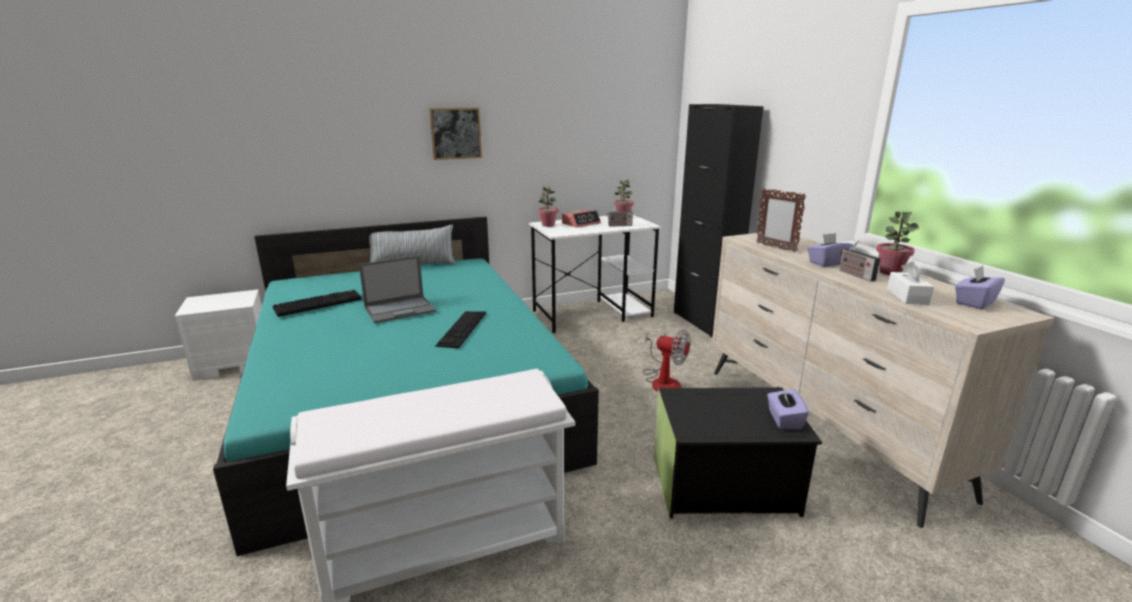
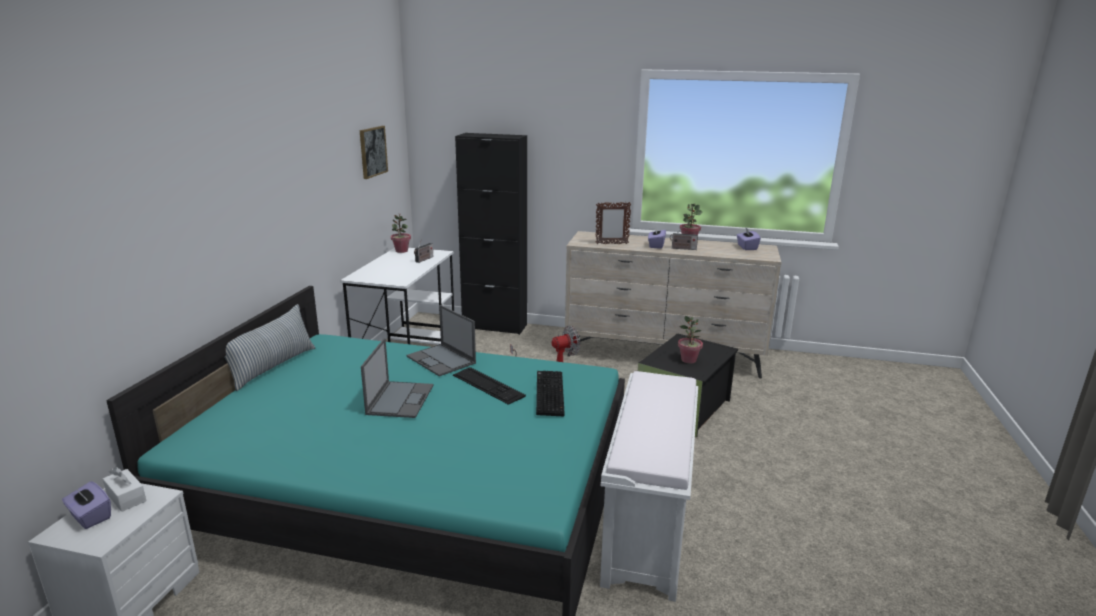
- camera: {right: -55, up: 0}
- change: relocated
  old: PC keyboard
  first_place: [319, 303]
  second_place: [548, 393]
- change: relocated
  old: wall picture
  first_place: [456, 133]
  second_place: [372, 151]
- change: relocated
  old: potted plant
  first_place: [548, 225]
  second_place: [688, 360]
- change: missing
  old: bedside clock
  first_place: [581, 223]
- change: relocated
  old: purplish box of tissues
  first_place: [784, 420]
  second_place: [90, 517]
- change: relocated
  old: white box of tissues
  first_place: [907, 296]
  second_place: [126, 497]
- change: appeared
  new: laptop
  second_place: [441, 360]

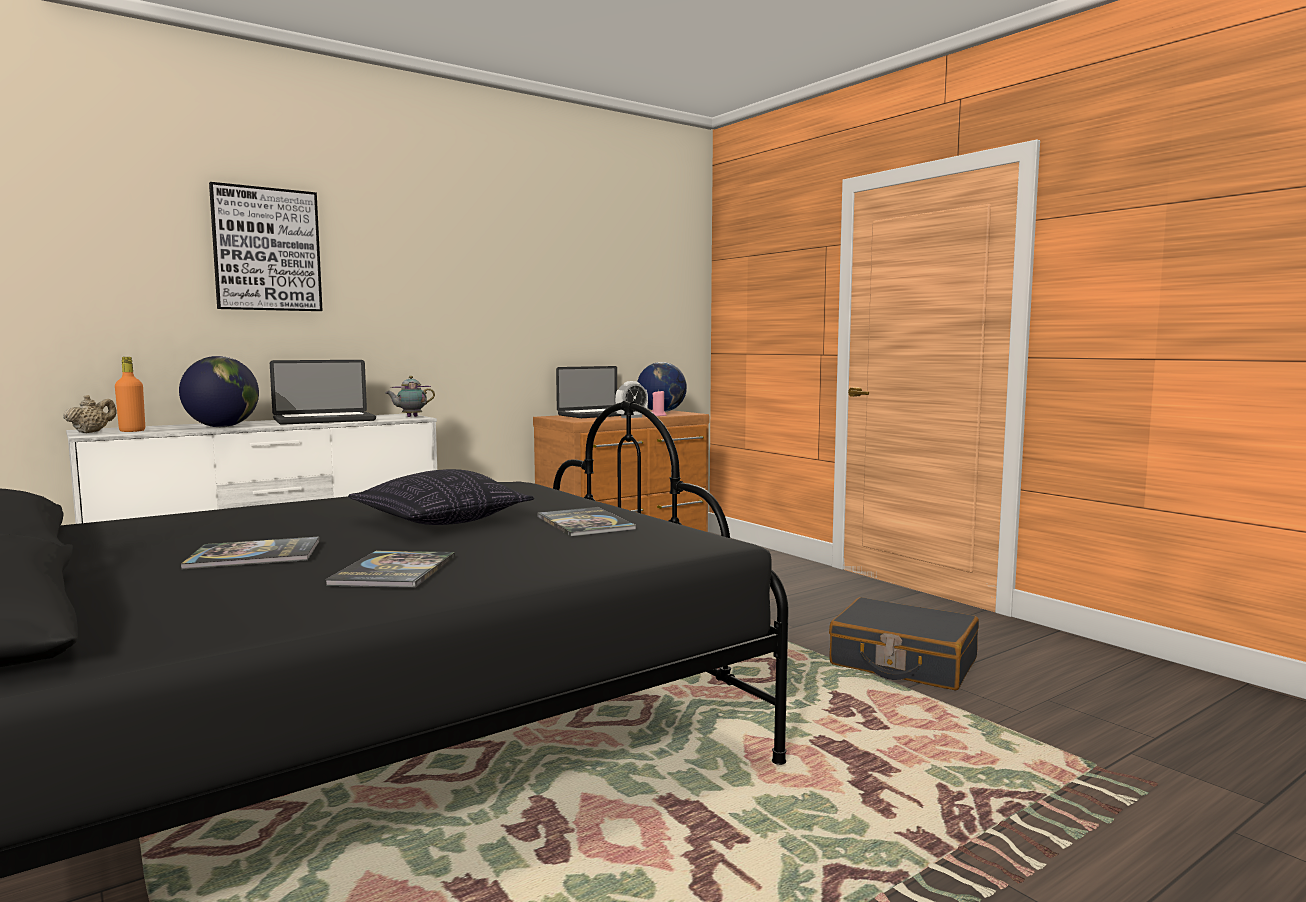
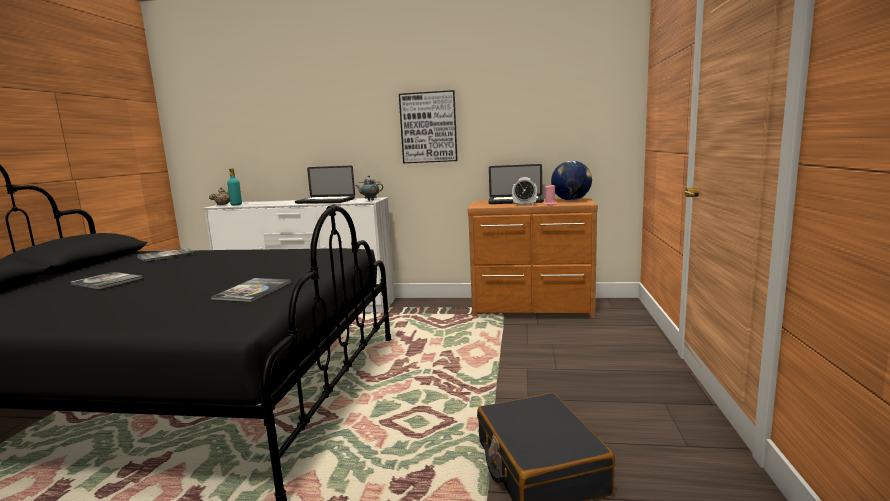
- camera: {right: 45, up: 5}
- change: colour
  old: orangey drink bottle
  new: blue-green drink bottle
  first_place: [132, 431]
  second_place: [236, 204]
- change: missing
  old: world globe
  first_place: [222, 427]
- change: relocated
  old: wall picture
  first_place: [267, 249]
  second_place: [428, 127]
- change: relocated
  old: book
  first_place: [394, 571]
  second_place: [166, 256]
- change: missing
  old: pillow
  first_place: [440, 522]

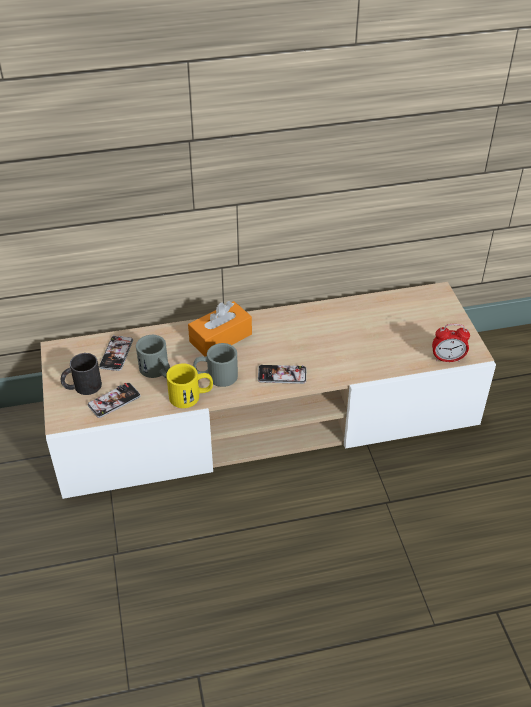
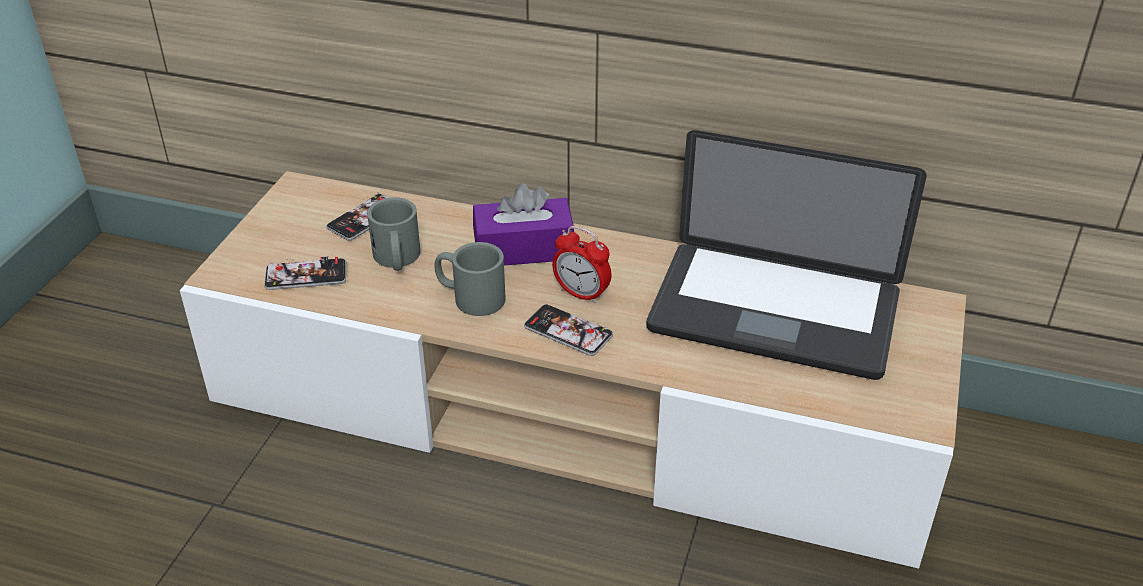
- camera: {right: 30, up: -5}
- change: missing
  old: black mug
  first_place: [82, 387]
- change: missing
  old: yellowish mug
  first_place: [191, 396]
- change: colour
  old: orangey box of tissues
  new: purplish box of tissues
  first_place: [220, 338]
  second_place: [523, 249]
- change: relocated
  old: bedside clock
  first_place: [447, 359]
  second_place: [581, 294]
- change: appeared
  new: laptop
  second_place: [774, 312]

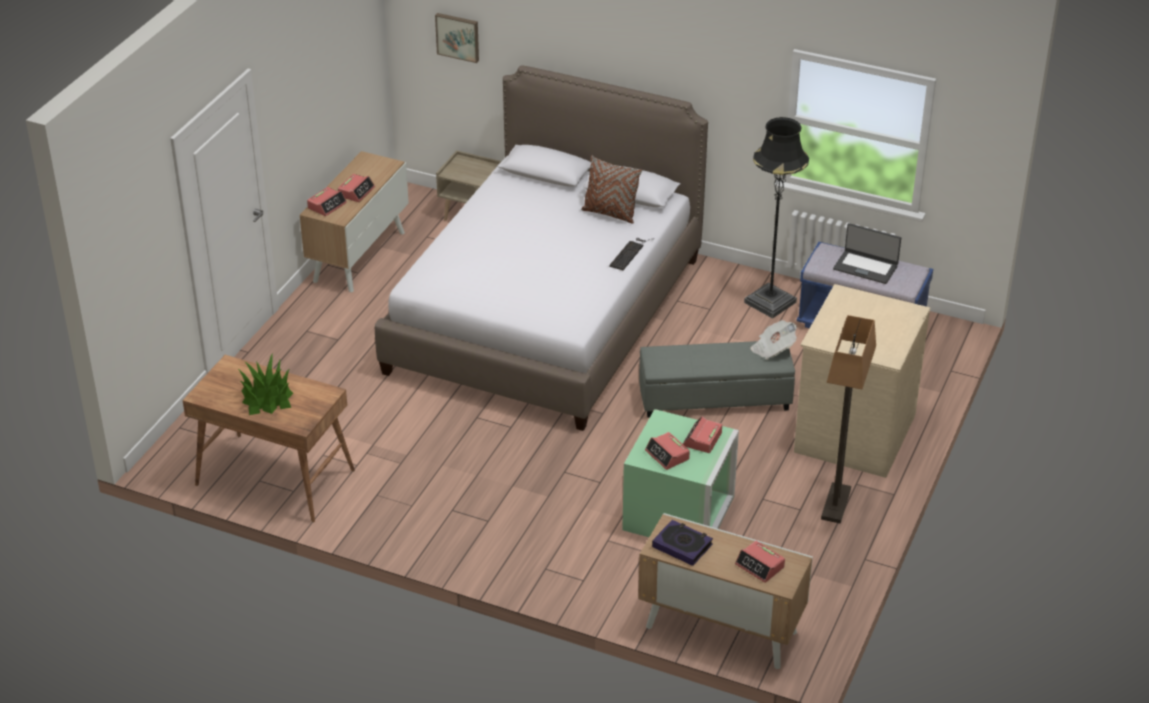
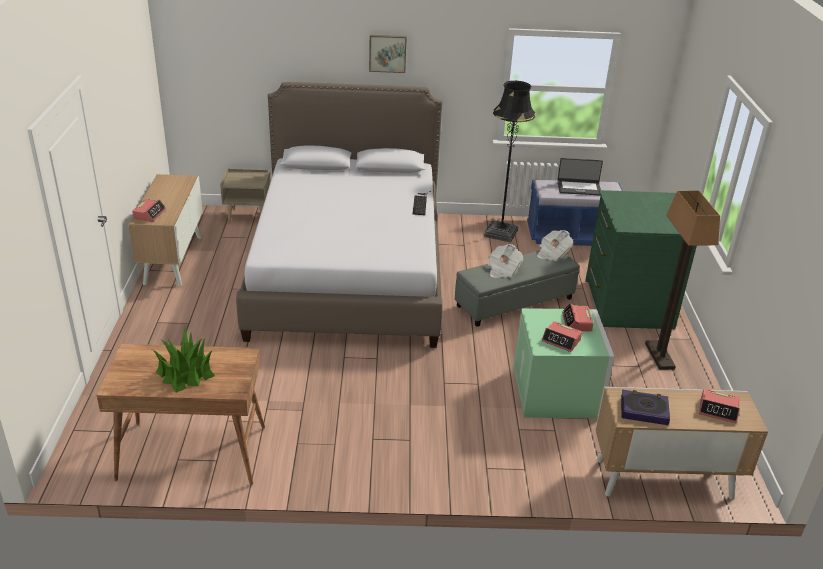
- camera: {right: -25, up: -5}
- change: missing
  old: bedside clock
  first_place: [356, 192]
- change: relocated
  old: wall picture
  first_place: [458, 36]
  second_place: [387, 53]
- change: missing
  old: brown-coloured pillow
  first_place: [610, 213]
- change: colour
  old: beige-coloured chest of drawers
  new: greenish chest of drawers
  first_place: [853, 433]
  second_place: [626, 304]
- change: appeared
  new: printed paper
  second_place: [503, 270]

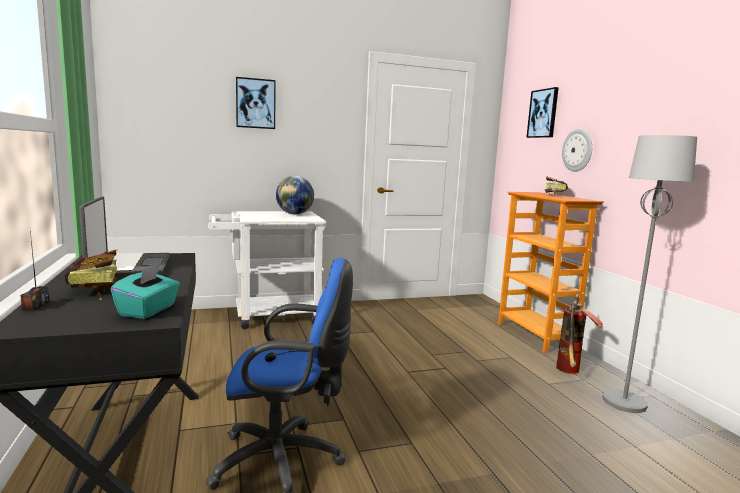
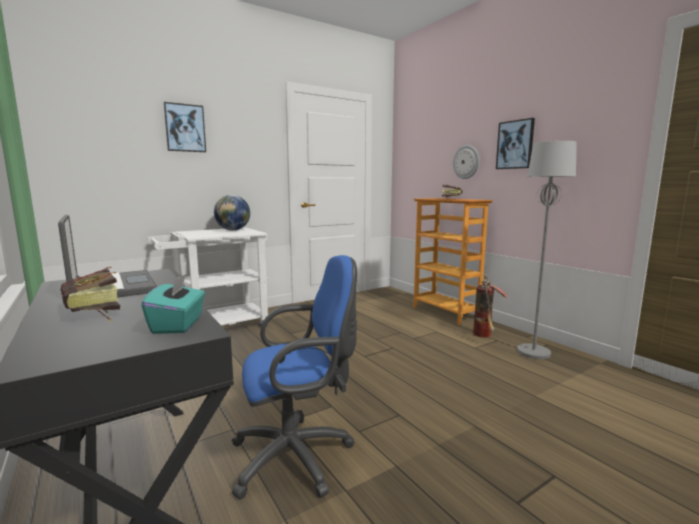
- camera: {right: -15, up: 0}
- change: missing
  old: radio set
  first_place: [35, 306]
- change: relocated
  old: wall picture
  first_place: [543, 113]
  second_place: [515, 144]

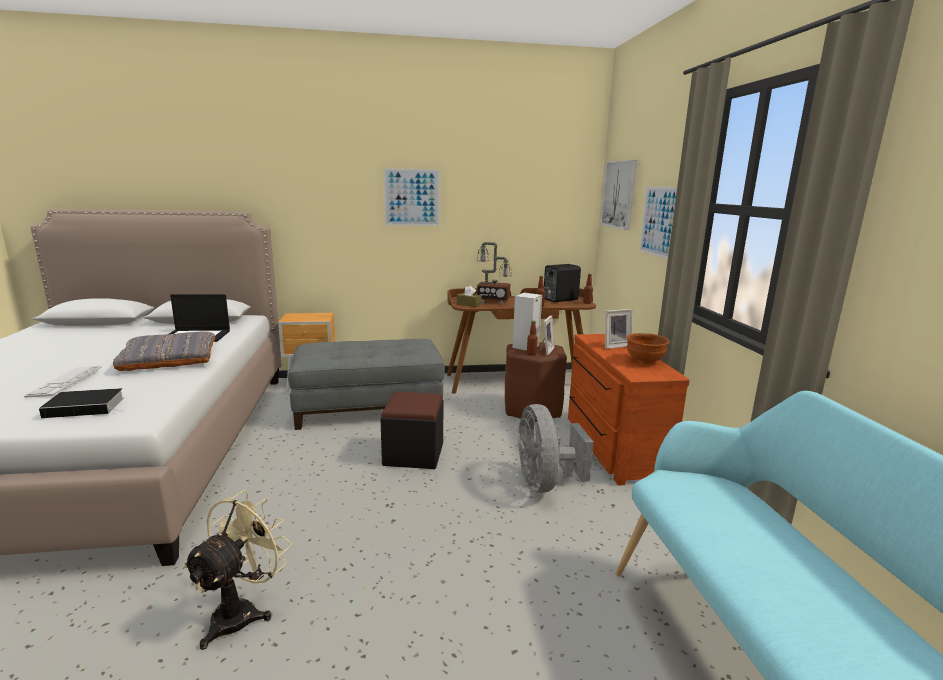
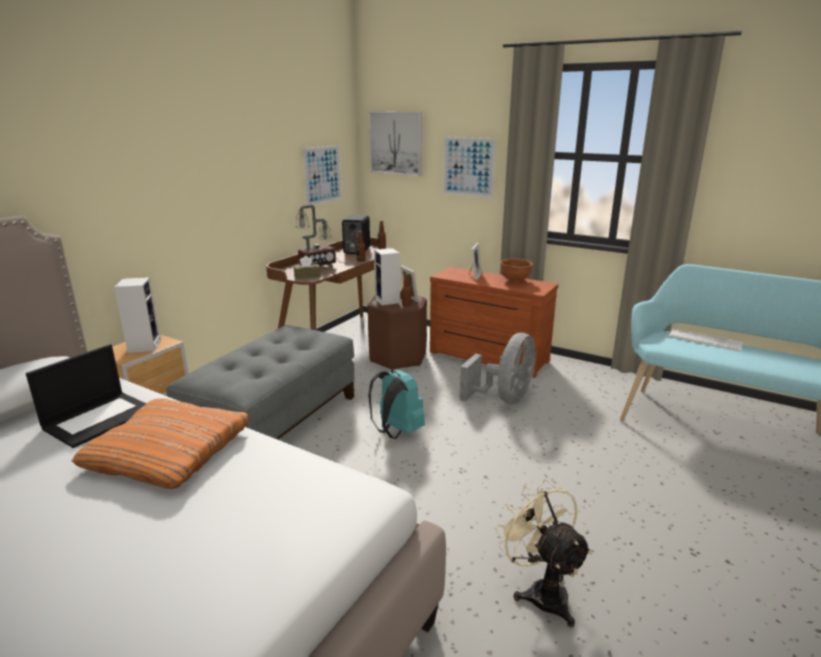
- camera: {right: -50, up: 5}
- change: relocated
  old: PC keyboard
  first_place: [66, 382]
  second_place: [705, 340]
- change: missing
  old: book
  first_place: [87, 407]
- change: colour
  old: gray pillow
  new: orangey pillow
  first_place: [169, 358]
  second_place: [168, 450]
- change: exchanged
  old: black footrest
  new: blue-green knapsack
  first_place: [413, 454]
  second_place: [396, 431]
- change: relocated
  old: wall picture
  first_place: [412, 197]
  second_place: [322, 175]
- change: spun
  old: gray fan
  first_place: [545, 483]
  second_place: [504, 399]
  degrees: -90
- change: appeared
  new: loudspeaker
  second_place: [144, 345]

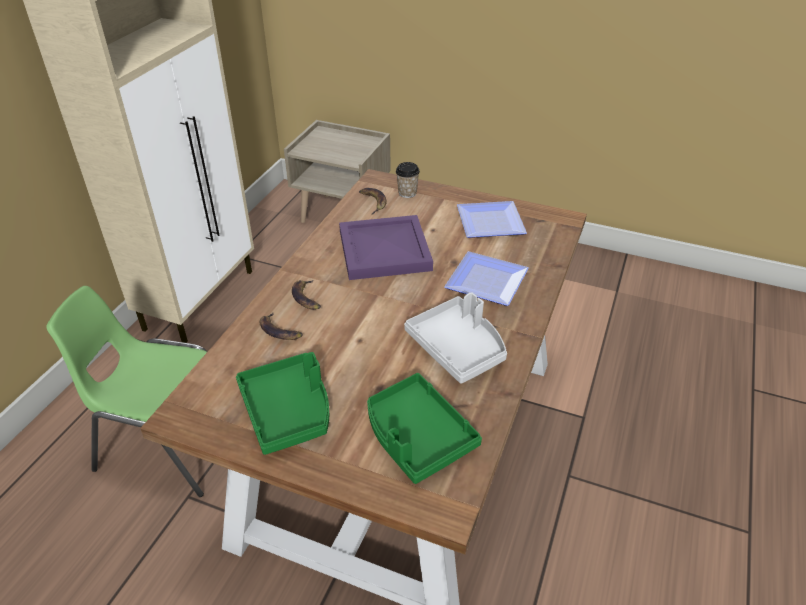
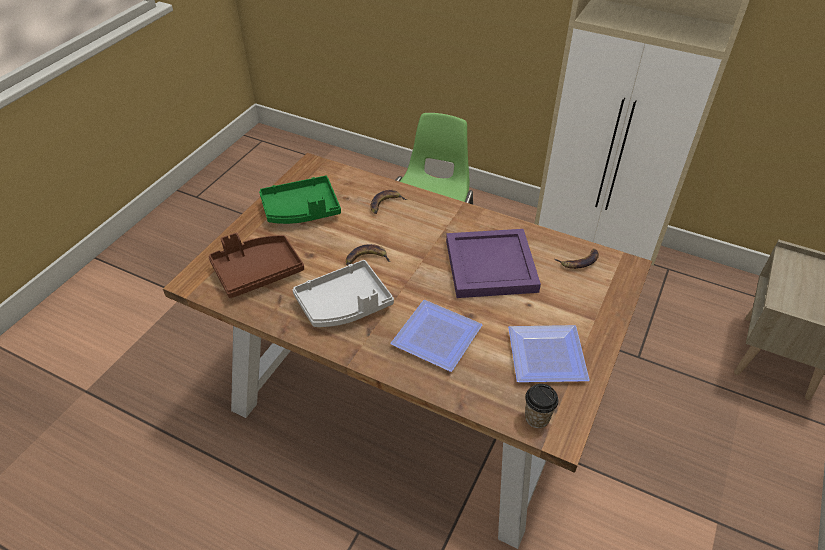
- camera: {right: 95, up: 5}
- change: relocated
  old: whole banana
  first_place: [307, 297]
  second_place: [366, 258]
- change: colour
  old: greenish carrying tray
  new: brown-coloured carrying tray
  first_place: [417, 436]
  second_place: [257, 271]
- change: relocated
  old: small cup
  first_place: [407, 193]
  second_place: [537, 418]

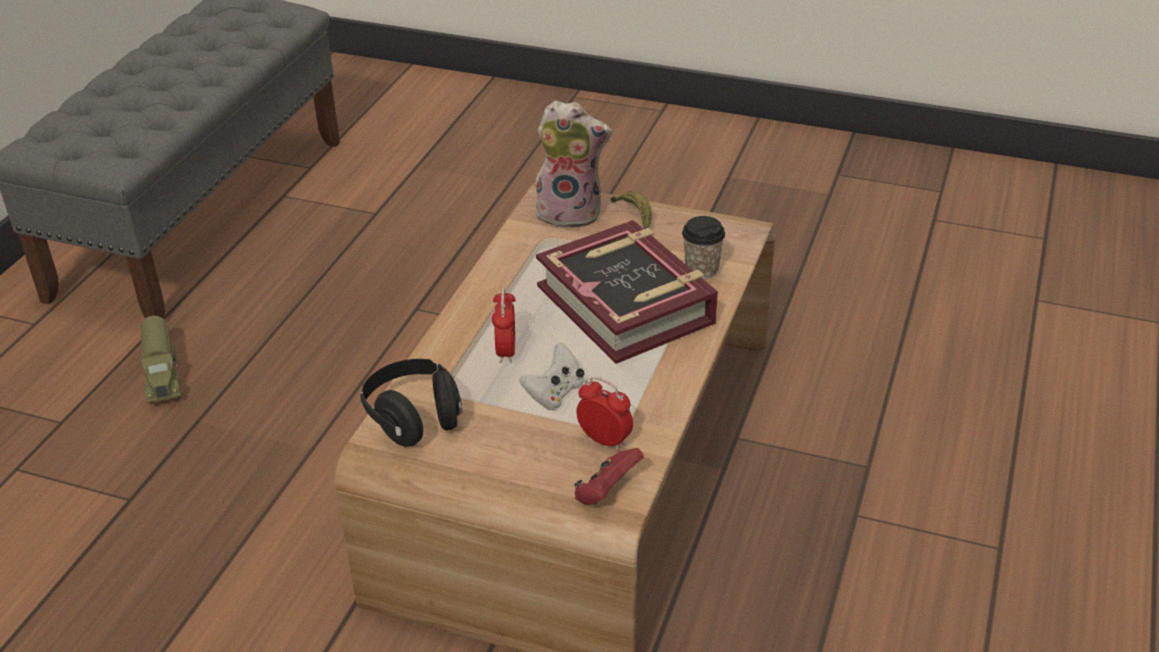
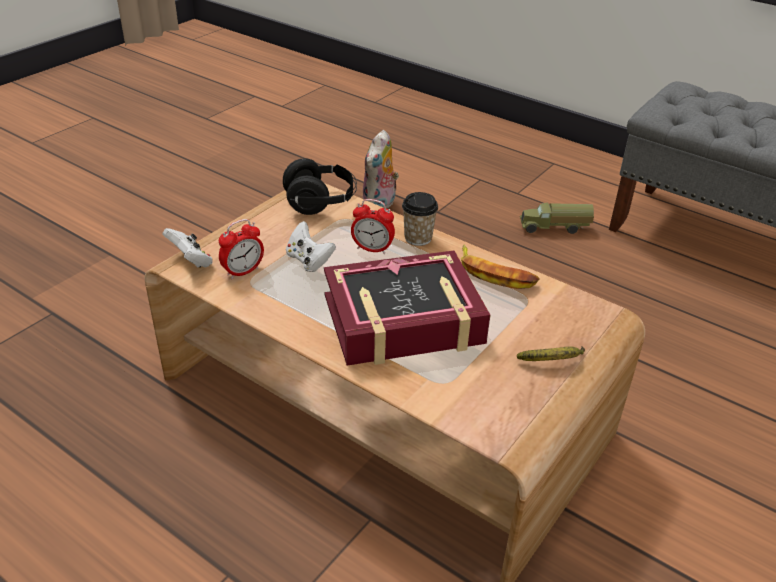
- camera: {right: 105, up: 0}
- change: relocated
  old: cuddly toy
  first_place: [571, 213]
  second_place: [380, 206]
- change: colour
  old: red joypad
  new: white joypad
  first_place: [606, 493]
  second_place: [191, 261]
- change: relocated
  old: small cup
  first_place: [701, 270]
  second_place: [418, 238]
- change: appeared
  new: whole banana
  second_place: [495, 274]

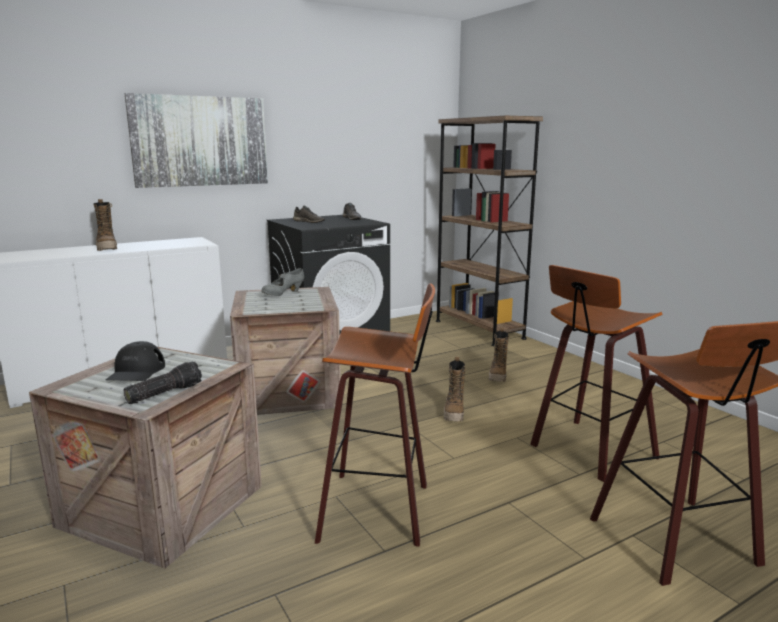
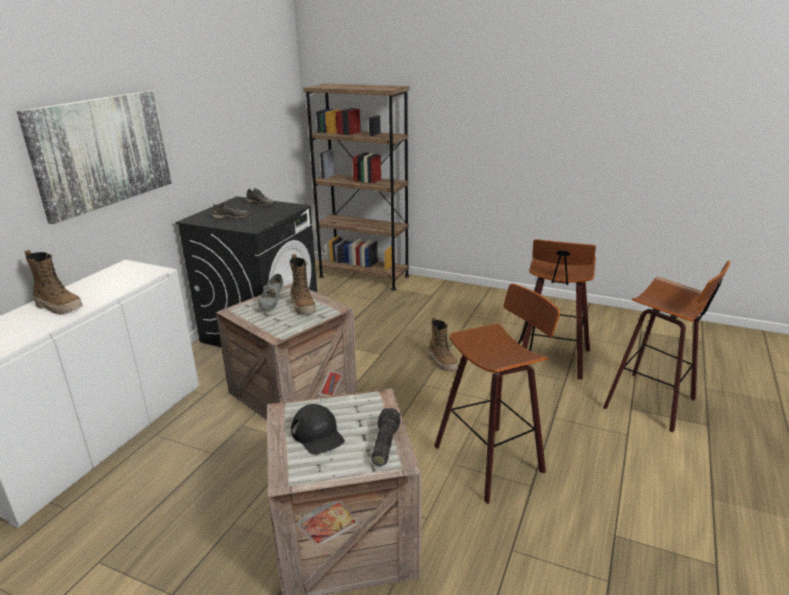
- camera: {right: -35, up: 10}
- change: relocated
  old: tall boot
  first_place: [498, 376]
  second_place: [303, 306]

